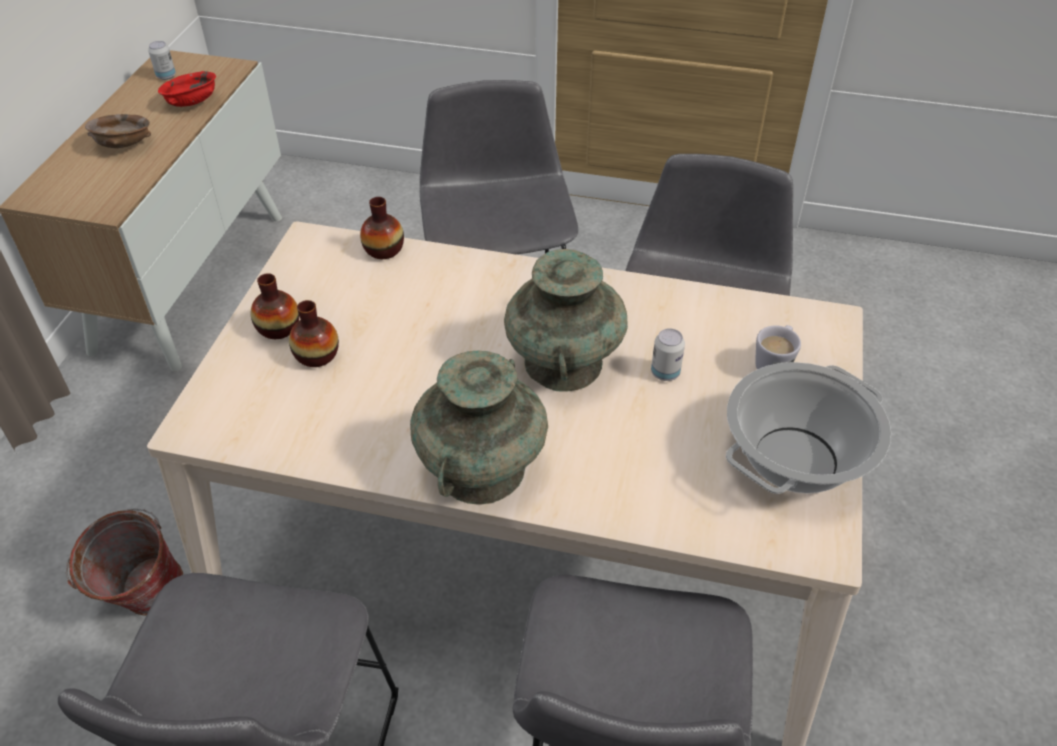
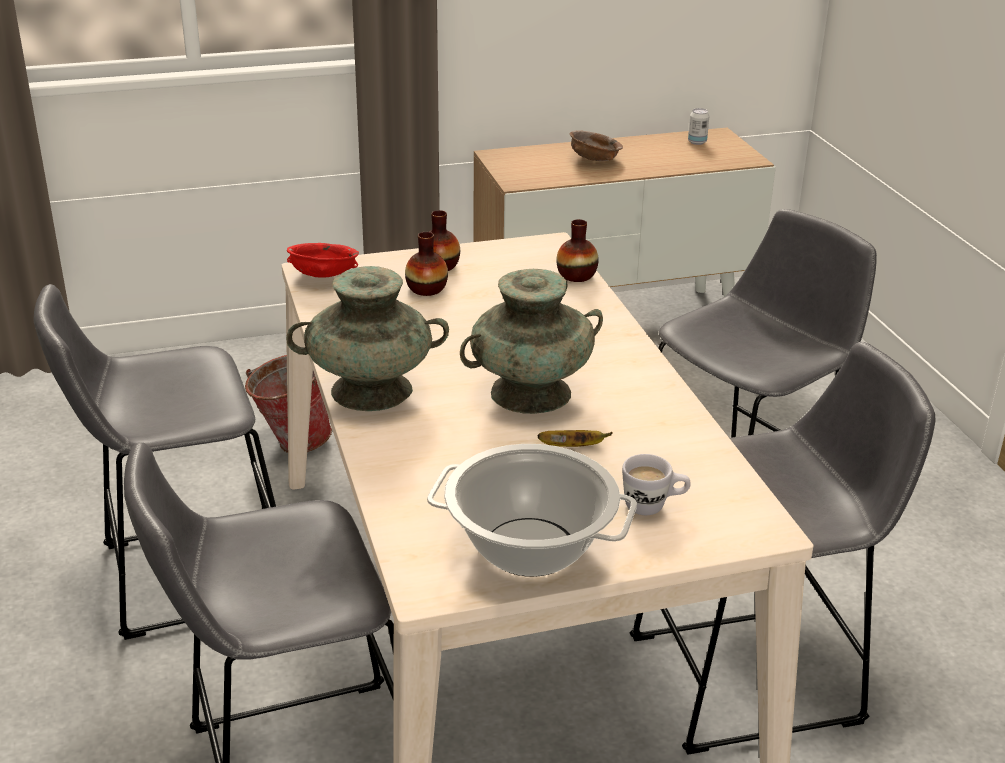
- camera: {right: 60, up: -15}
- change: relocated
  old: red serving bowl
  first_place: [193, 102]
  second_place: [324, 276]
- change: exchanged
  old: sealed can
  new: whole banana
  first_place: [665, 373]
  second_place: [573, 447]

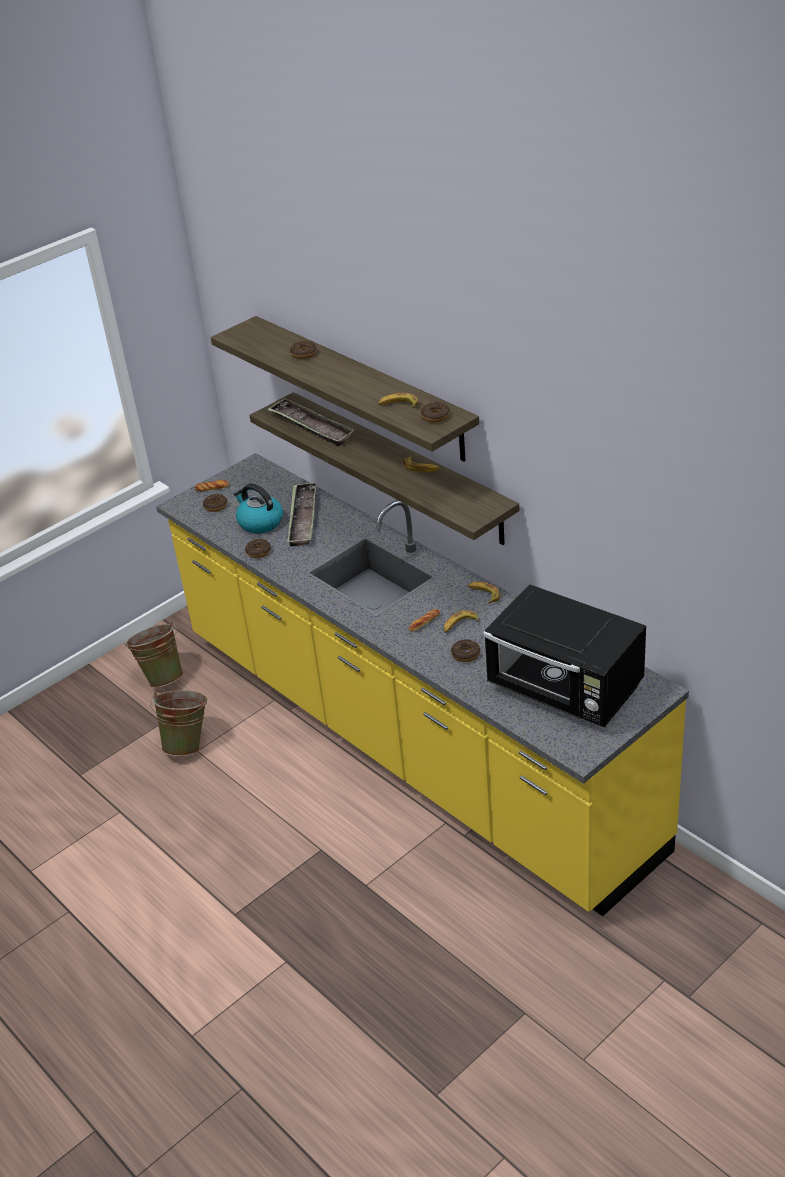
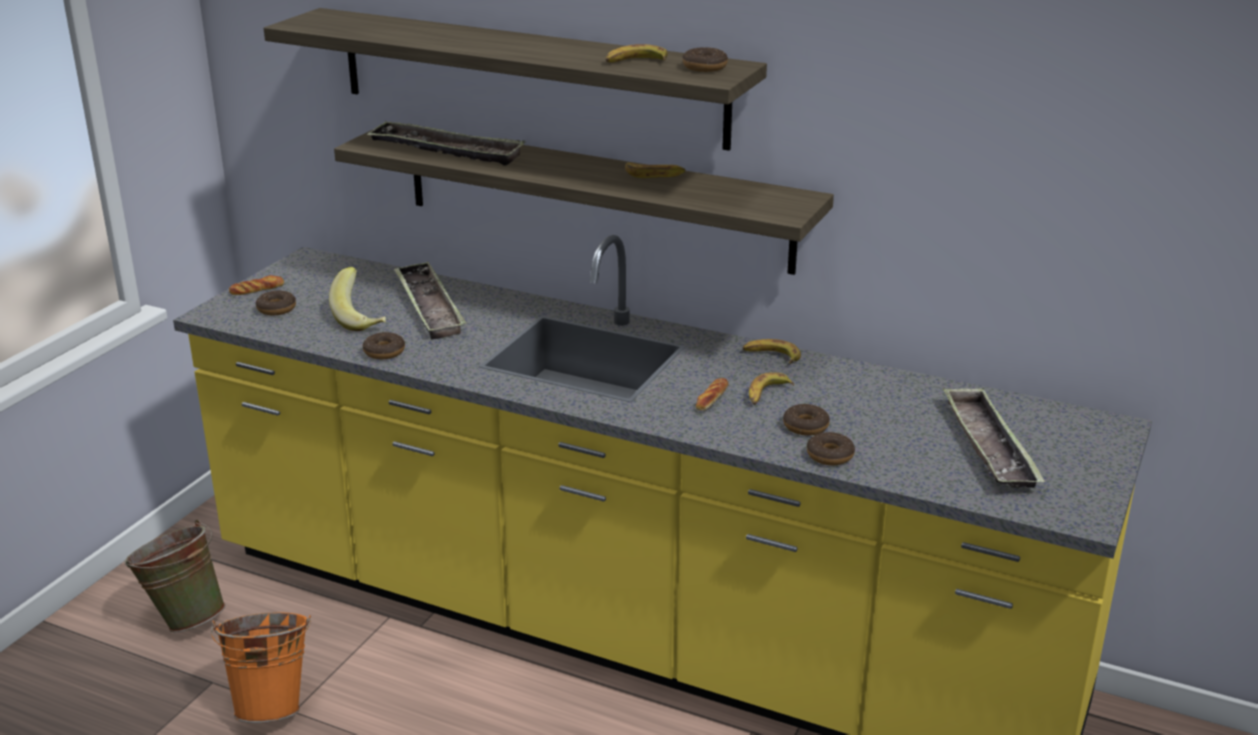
- camera: {right: -25, up: -10}
- change: colour
  old: greenish water bucket
  new: orangey water bucket
  first_place: [188, 744]
  second_place: [273, 704]
- change: exchanged
  old: tea kettle
  new: whole banana
  first_place: [260, 522]
  second_place: [362, 319]
- change: relocated
  old: doughnut
  first_place: [303, 354]
  second_place: [830, 455]
- change: exchanged
  old: black microwave oven
  new: carrying tray
  first_place: [566, 690]
  second_place: [988, 446]

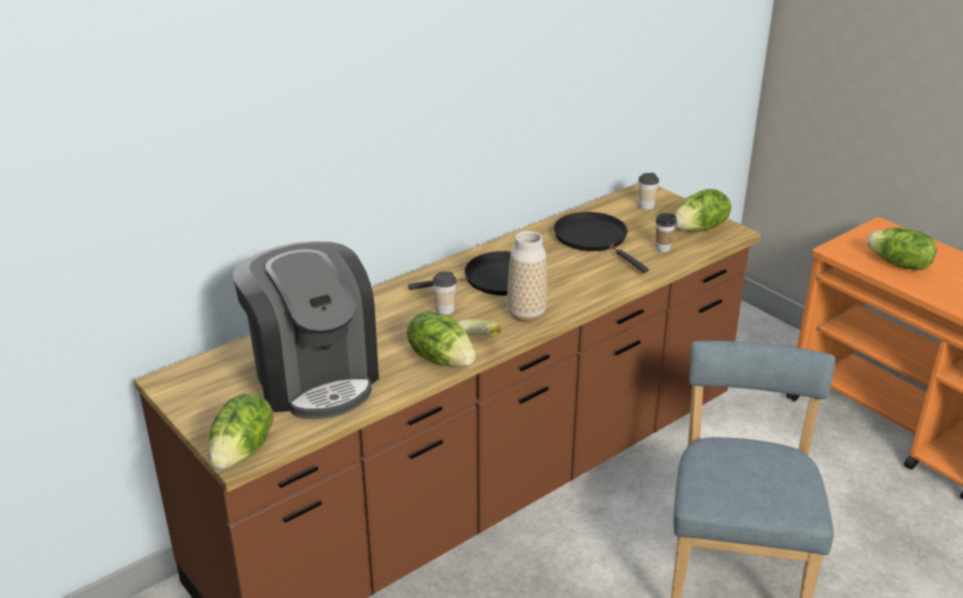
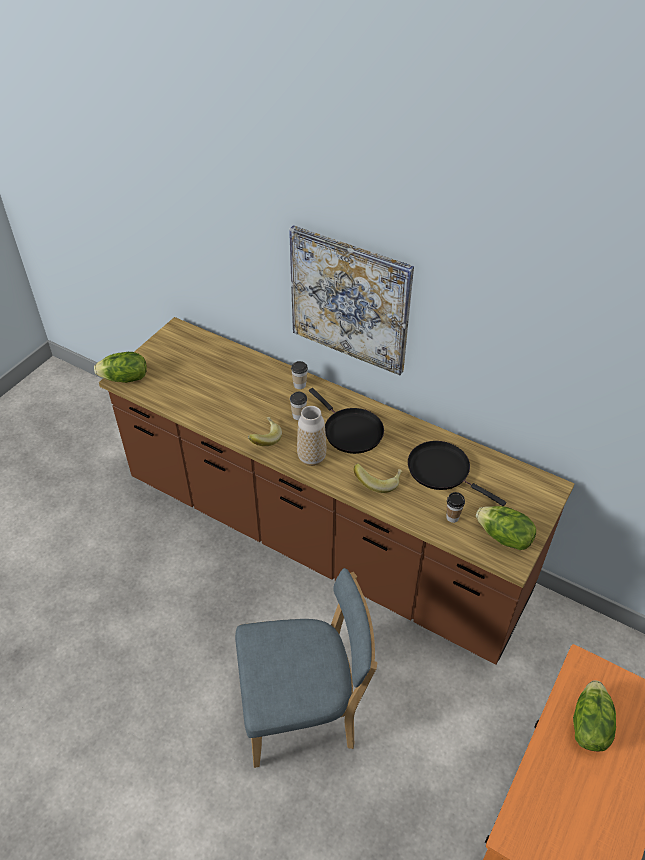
- camera: {right: 70, up: 15}
- change: missing
  old: coffee maker
  first_place: [314, 376]
- change: missing
  old: lettuce
  first_place: [441, 358]
- change: spun
  old: black frying pan
  first_place: [594, 239]
  second_place: [442, 471]
  degrees: -90
- change: relocated
  old: small cup
  first_place: [646, 206]
  second_place: [299, 385]
- change: appeared
  new: wall picture
  second_place: [350, 300]
- change: appeared
  new: whole banana
  second_place: [378, 482]

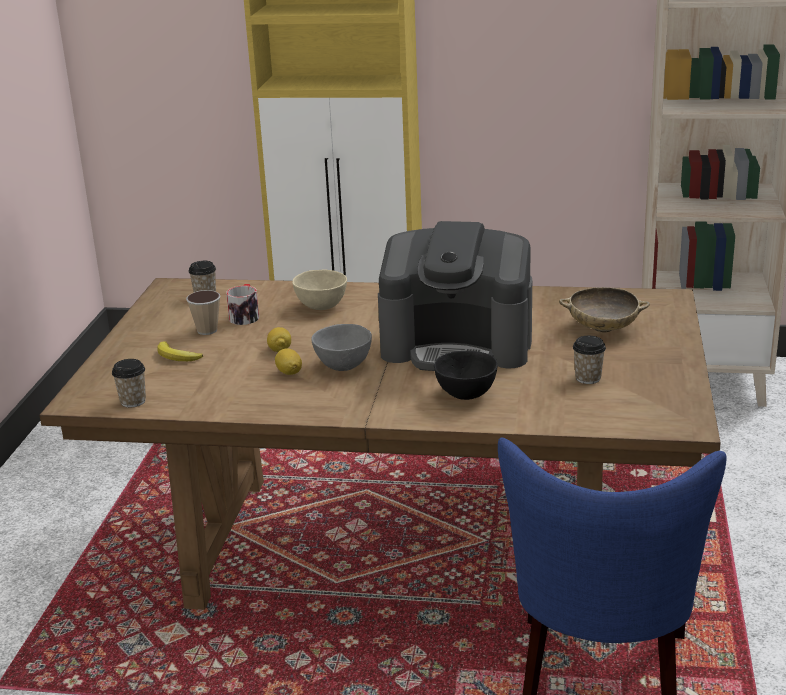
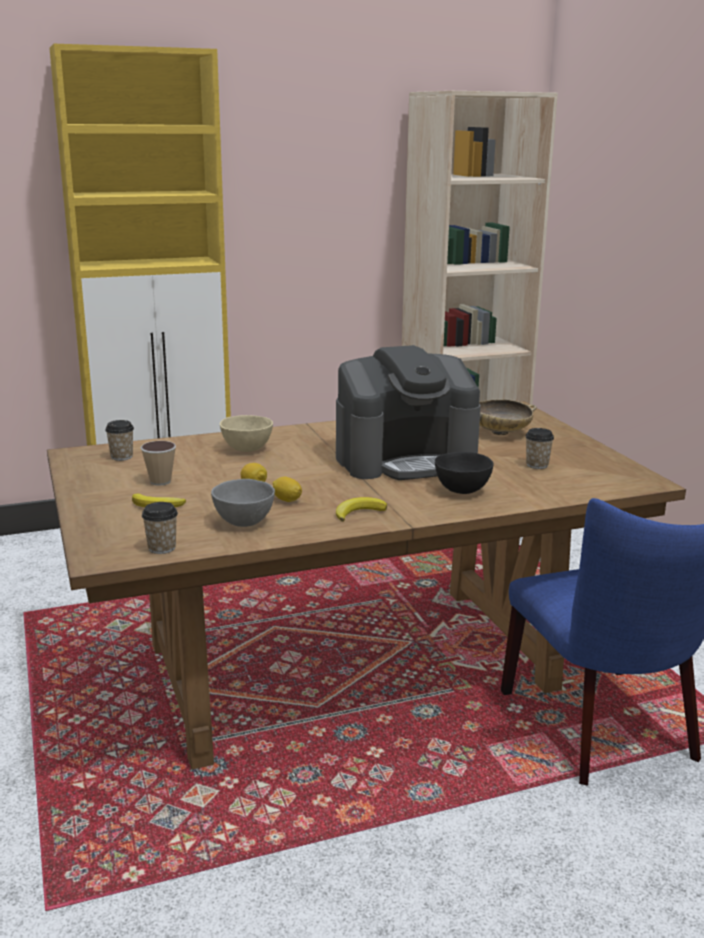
- camera: {right: -30, up: -5}
- change: missing
  old: mug
  first_place: [245, 316]
- change: relocated
  old: gray serving bowl
  first_place: [343, 365]
  second_place: [244, 522]
- change: appeared
  new: whole banana
  second_place: [358, 512]

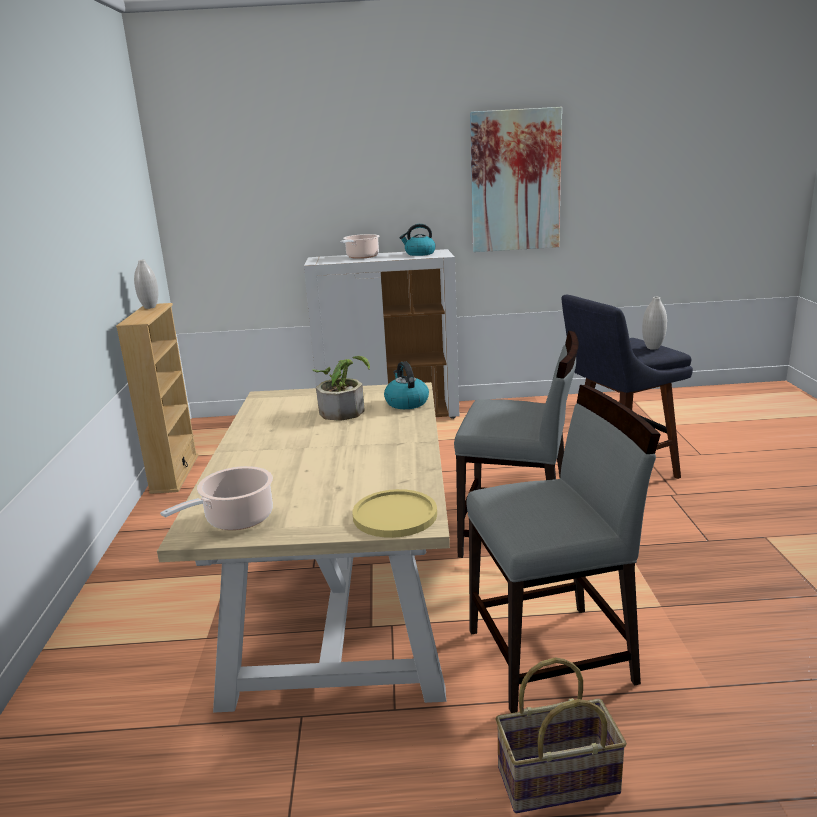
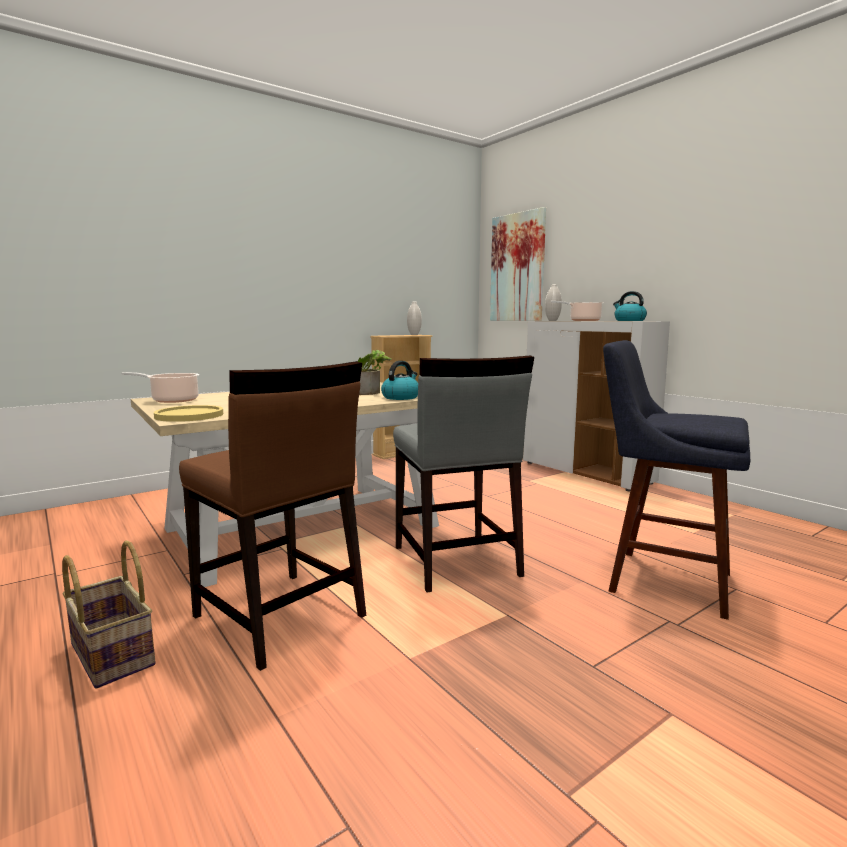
- camera: {right: 55, up: -10}
- change: colour
  old: gray upright chair
  new: brown-coloured upright chair
  first_place: [552, 656]
  second_place: [279, 617]
- change: relocated
  old: wall picture
  first_place: [515, 181]
  second_place: [517, 267]
- change: relocated
  old: white decorative vase
  first_place: [652, 348]
  second_place: [552, 320]

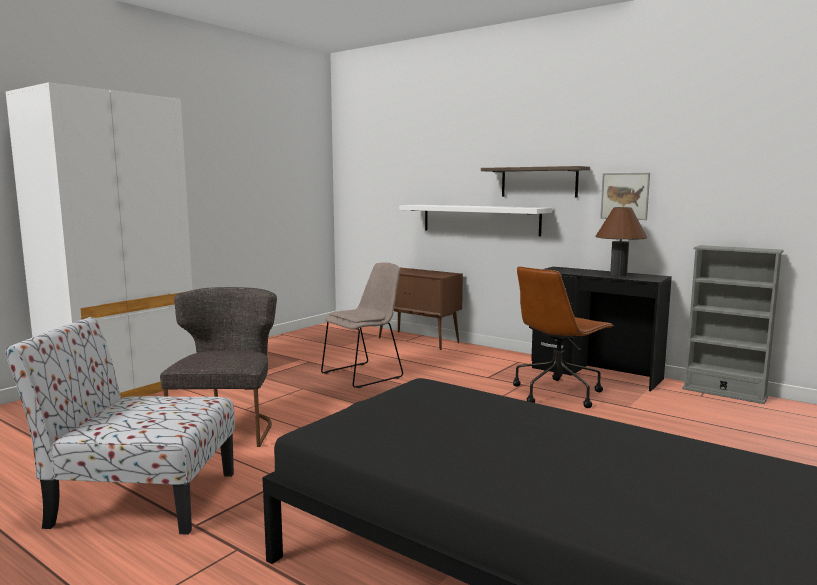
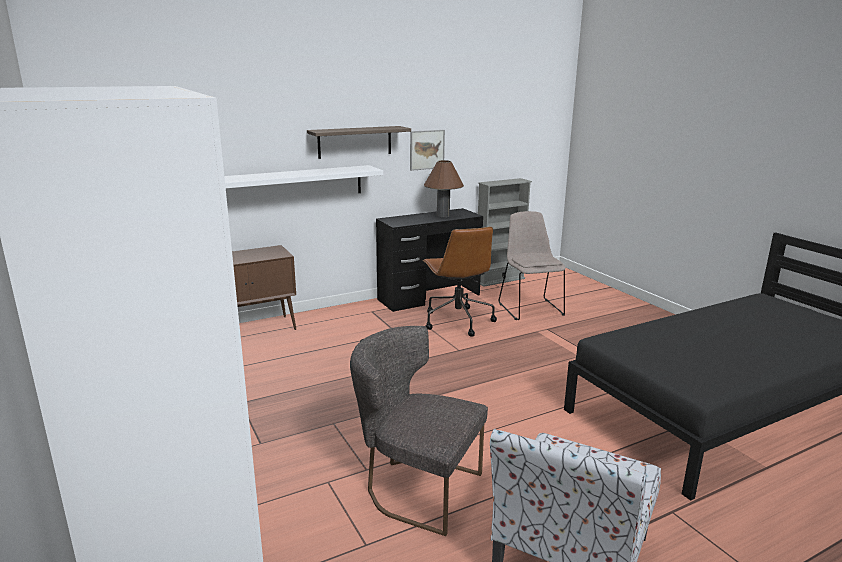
- camera: {right: -65, up: 10}
- change: relocated
  old: beige-coloured upright chair
  first_place: [364, 374]
  second_place: [530, 308]

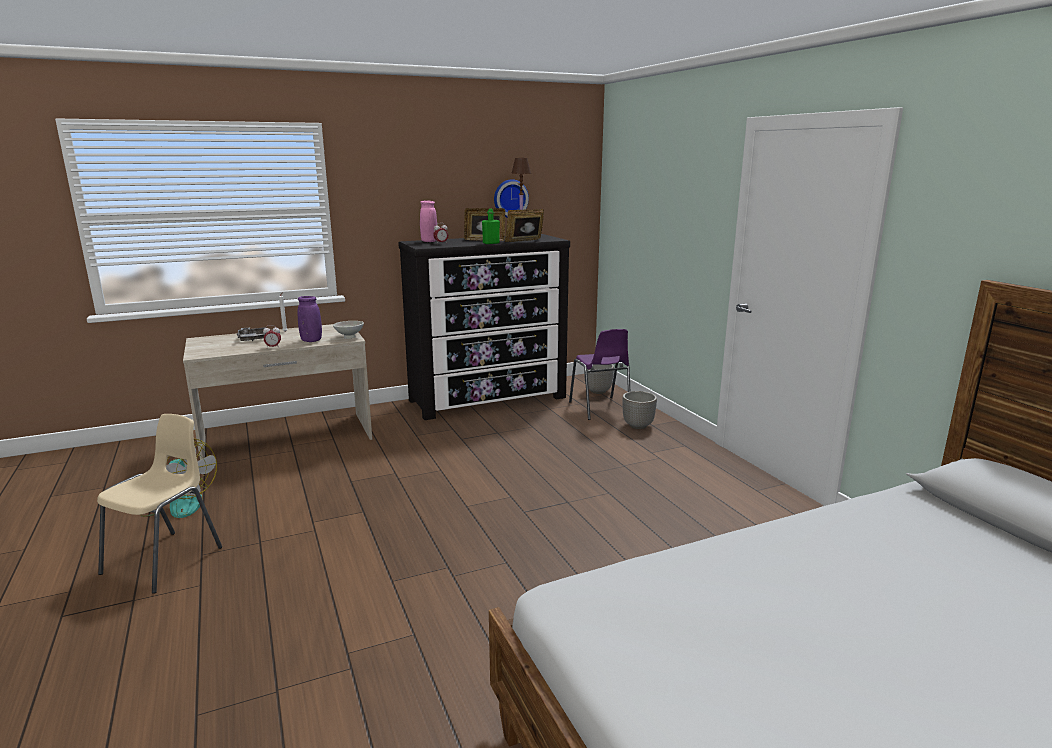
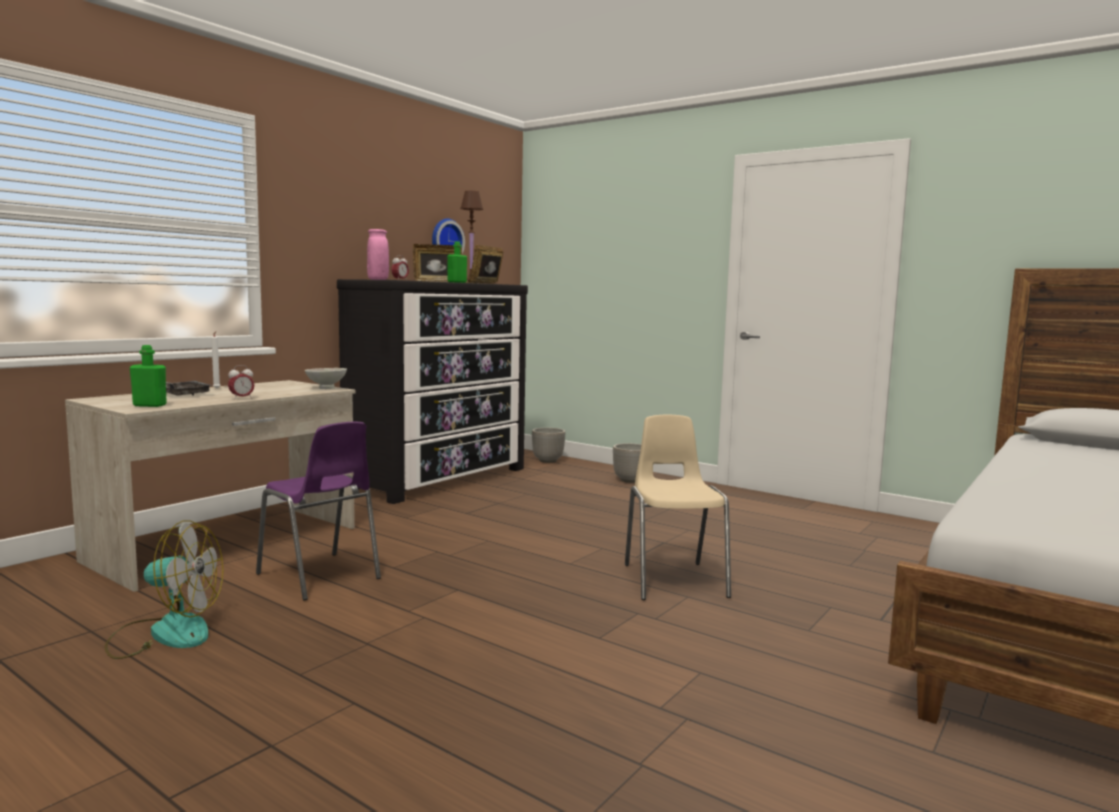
- camera: {right: -30, up: -10}
- change: relocated
  old: beige-coloured upright chair
  first_place: [166, 559]
  second_place: [673, 579]
- change: missing
  old: purplish decorative vase
  first_place: [311, 340]
- change: relocated
  old: purplish upright chair
  first_place: [600, 409]
  second_place: [320, 577]
- change: appeared
  new: greenish drink bottle
  second_place: [149, 405]

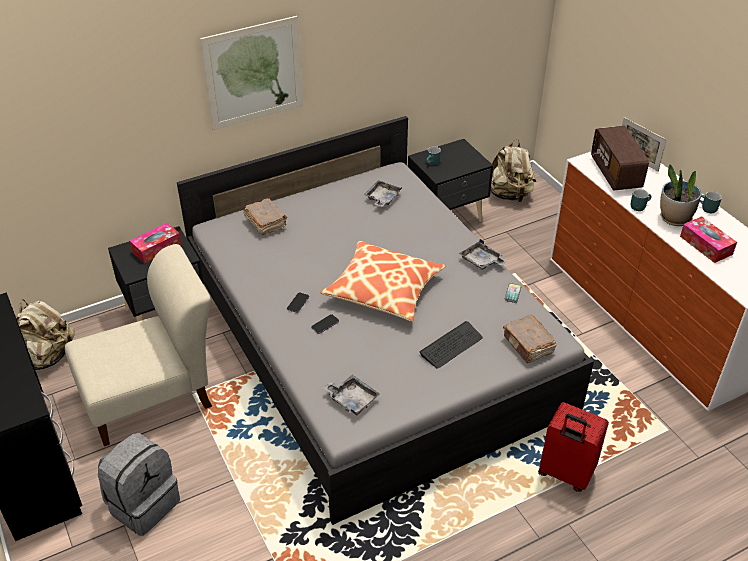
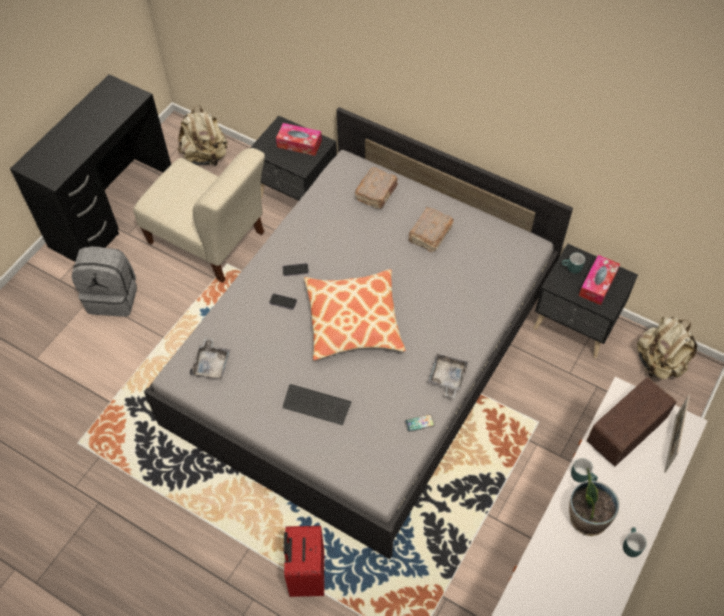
- camera: {right: 60, up: 15}
- change: missing
  old: wall picture
  first_place: [254, 73]
- change: missing
  old: gray carrying tray
  first_place: [382, 198]
- change: relocated
  old: brown-coloured book
  first_place: [528, 345]
  second_place: [429, 235]
- change: relocated
  old: box of tissues
  first_place: [706, 245]
  second_place: [598, 284]

